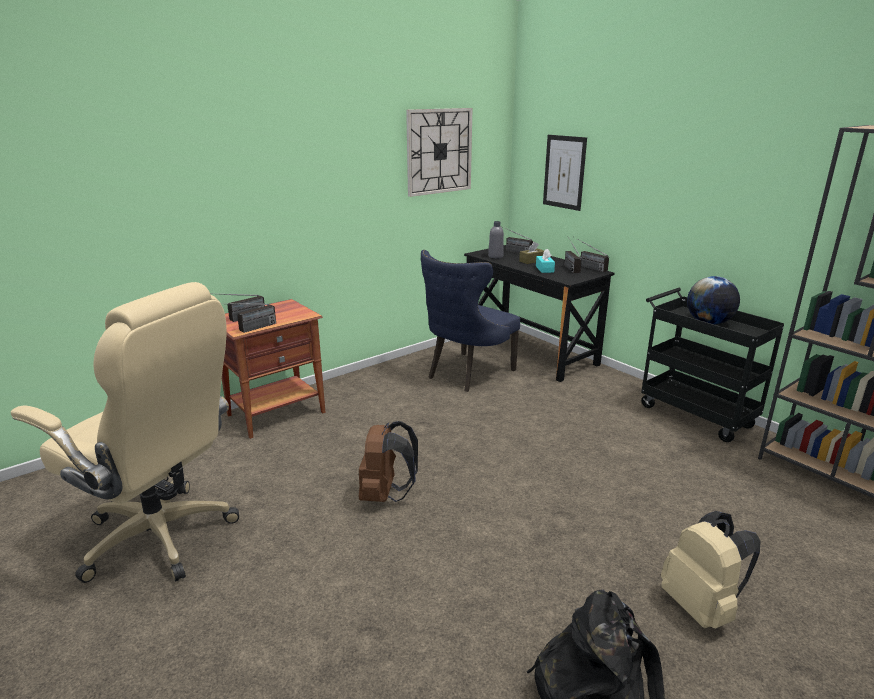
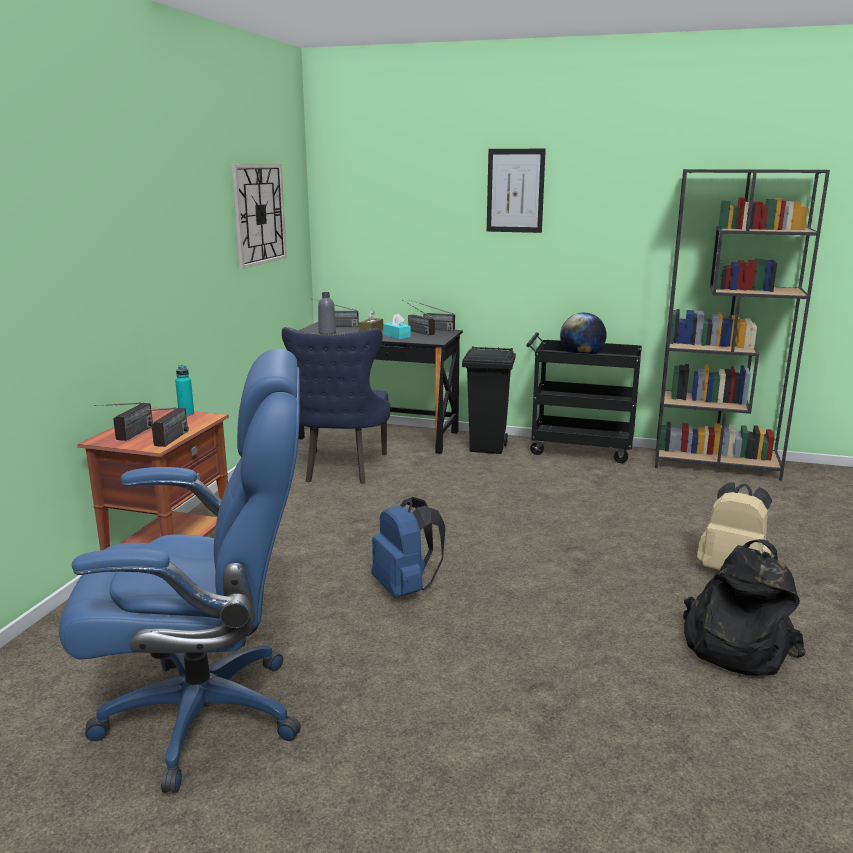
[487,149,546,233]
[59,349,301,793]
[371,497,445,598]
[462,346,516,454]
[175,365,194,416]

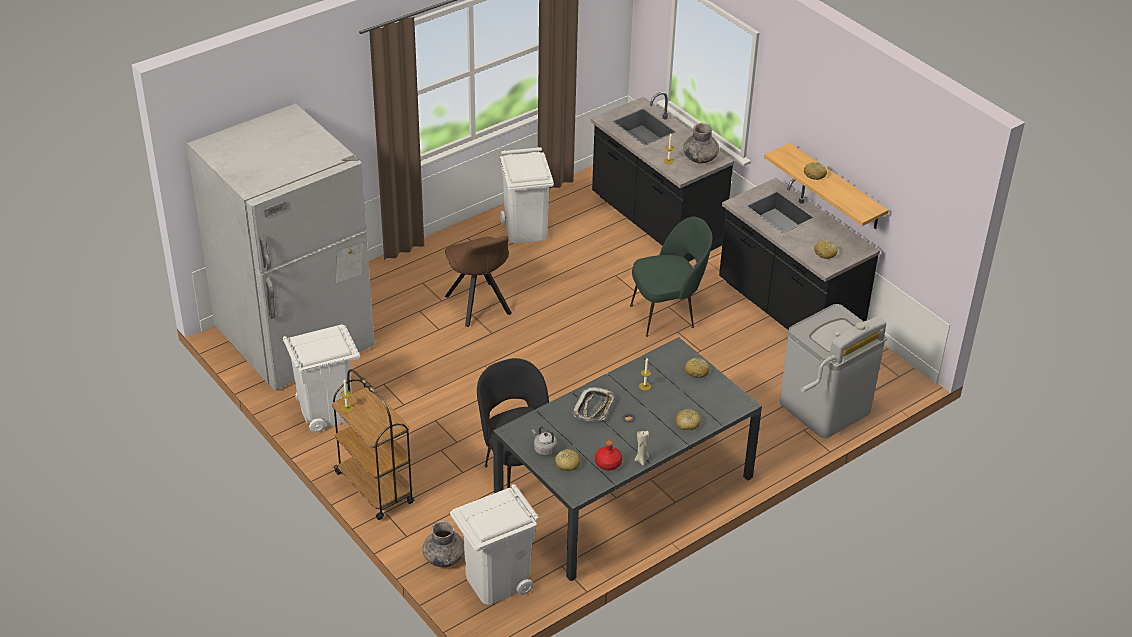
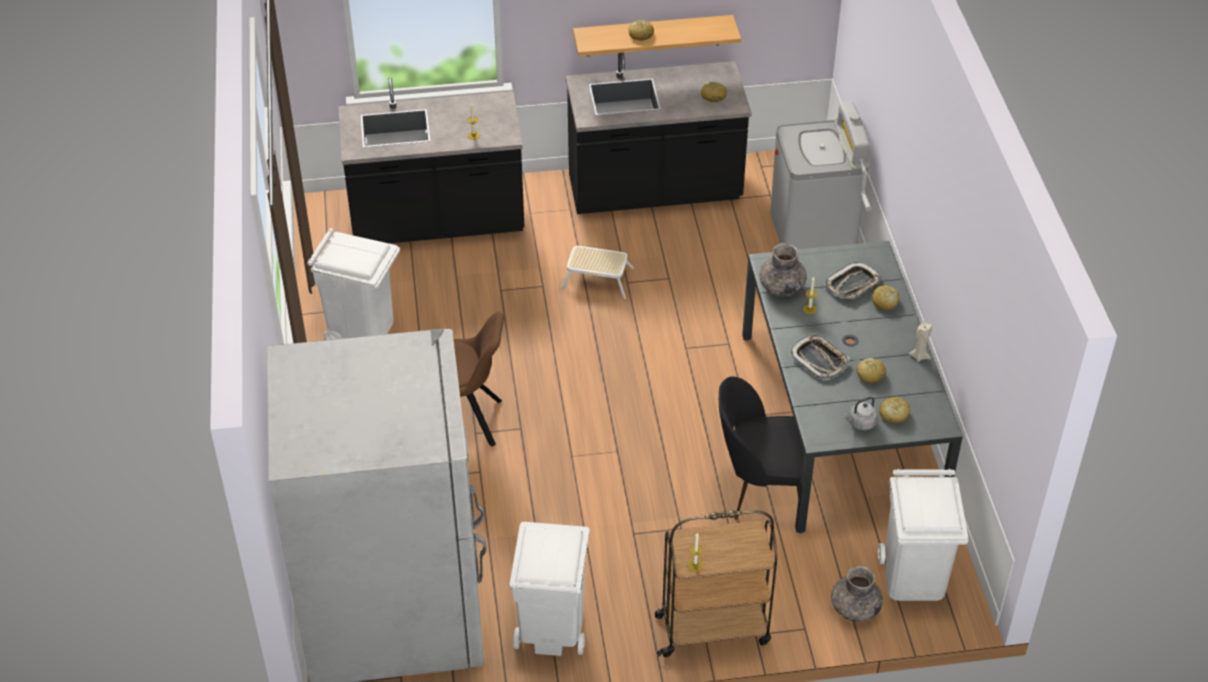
[759,243,807,296]
[560,246,635,299]
[856,358,886,383]
[595,440,622,470] (first image)
[825,262,881,299]

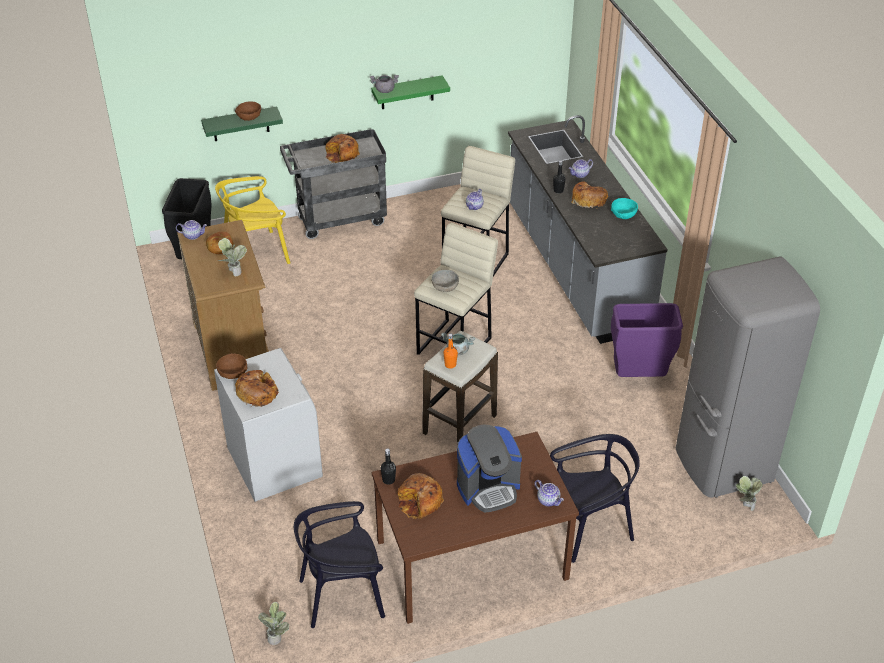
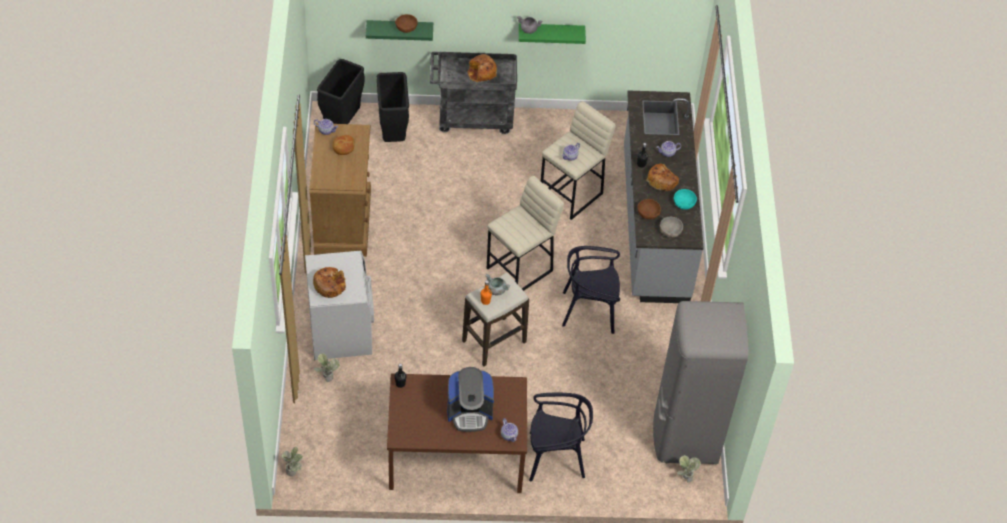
[376,72,409,142]
[314,353,340,382]
[660,217,683,237]
[611,303,683,377] (first image)
[637,199,661,220]
[397,473,444,520] (first image)
[562,246,620,334]

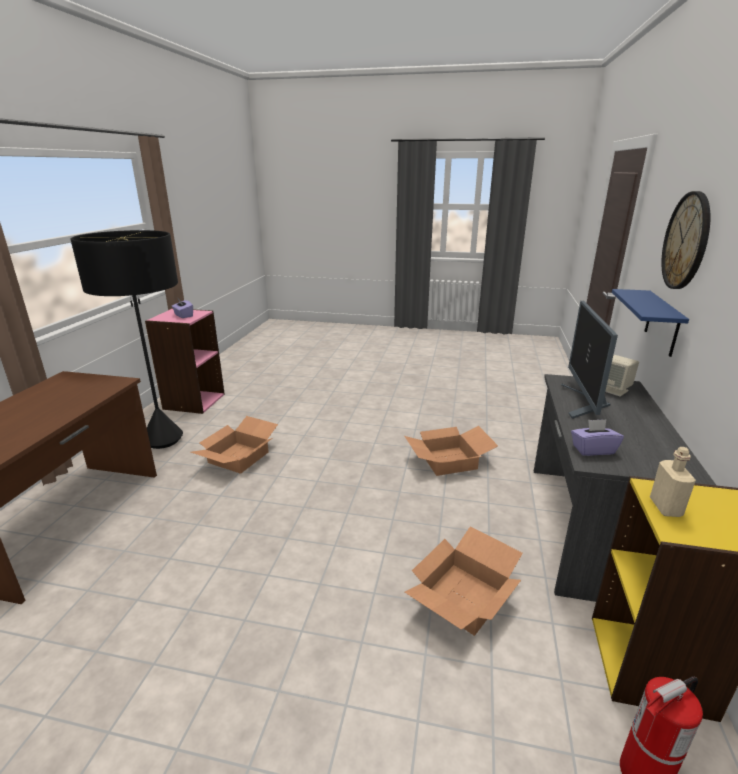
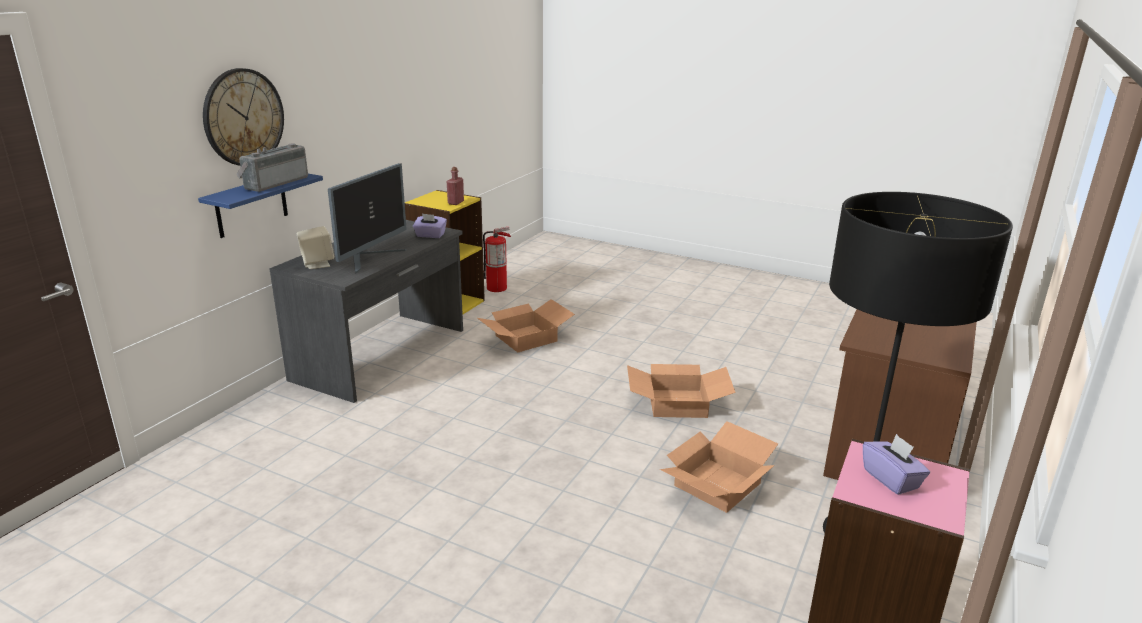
[627,364,736,418]
[447,167,464,205]
[236,143,308,192]

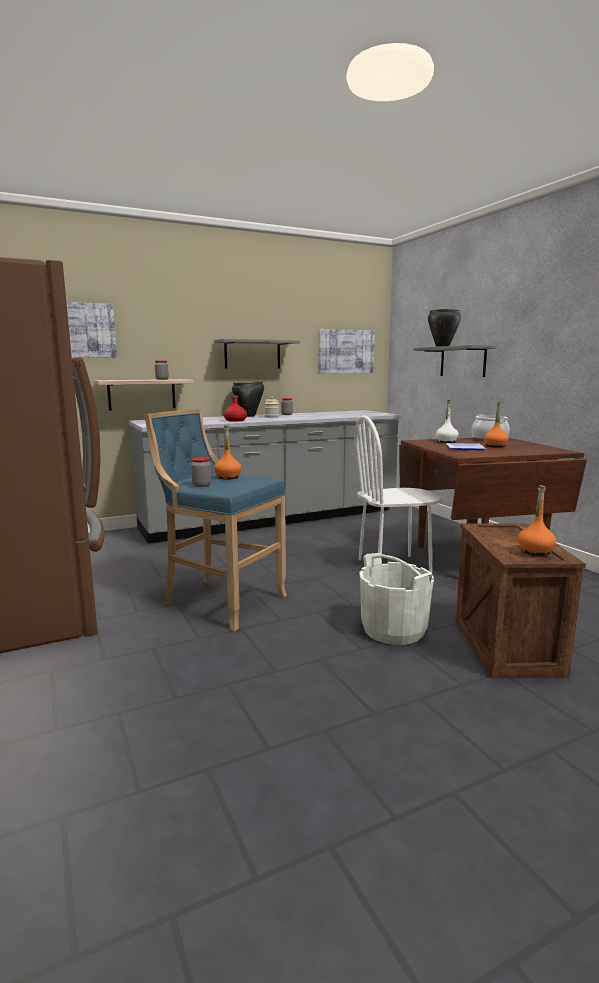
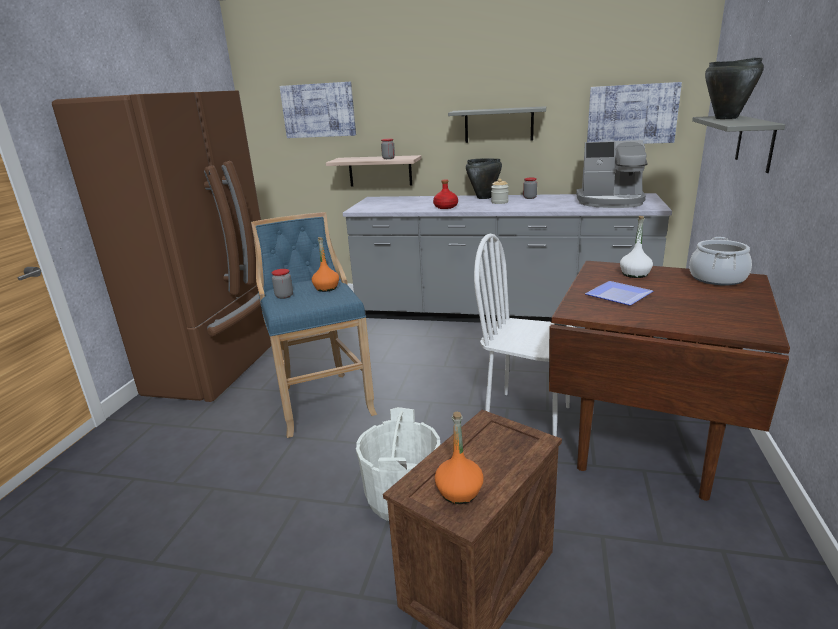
[484,401,509,448] (first image)
[576,140,647,208]

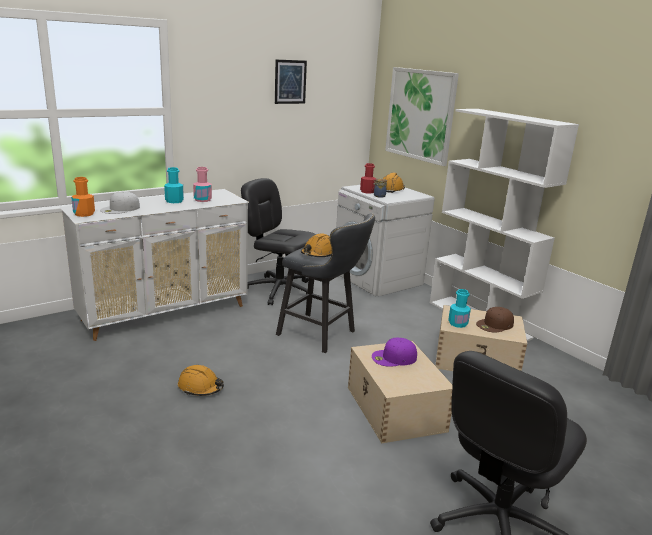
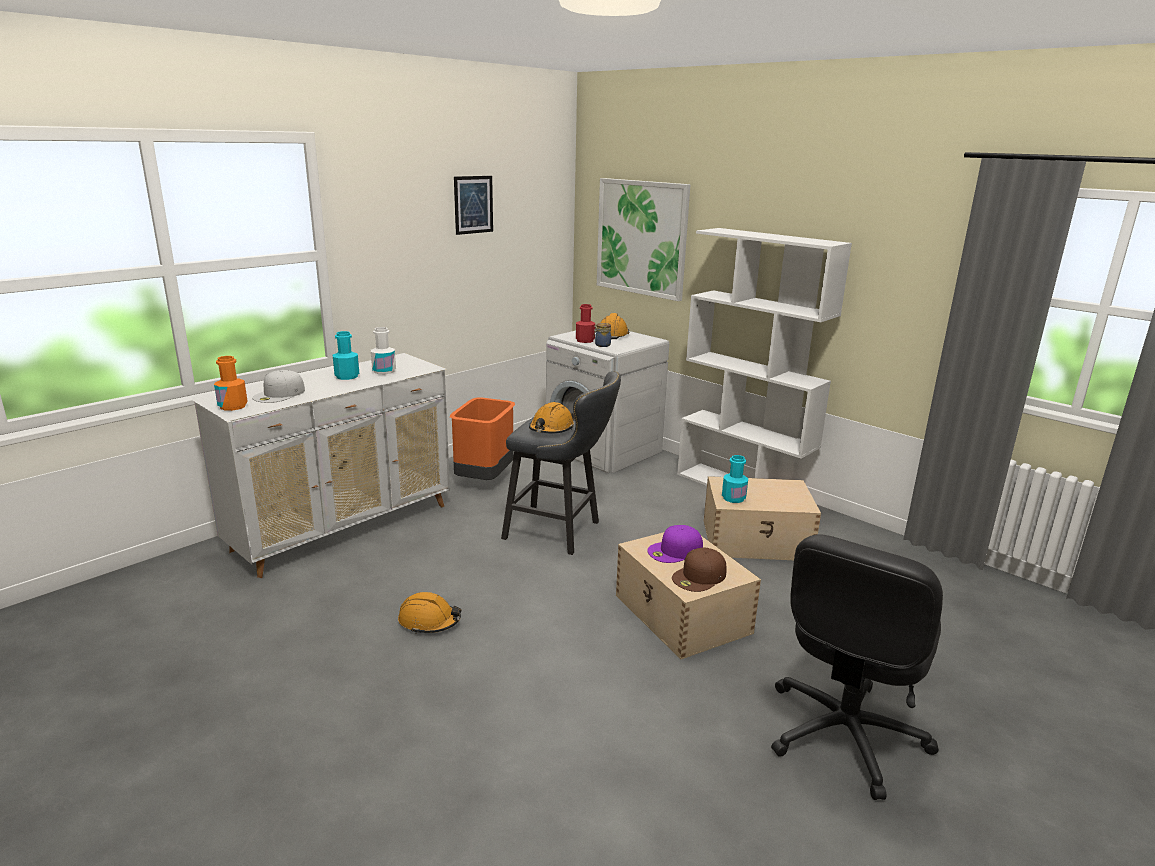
[371,327,396,374]
[450,398,515,480]
[672,548,727,592]

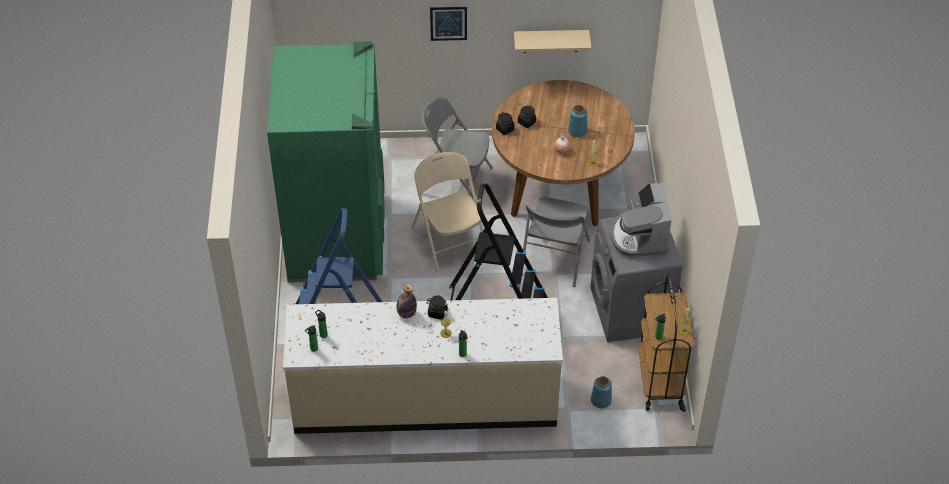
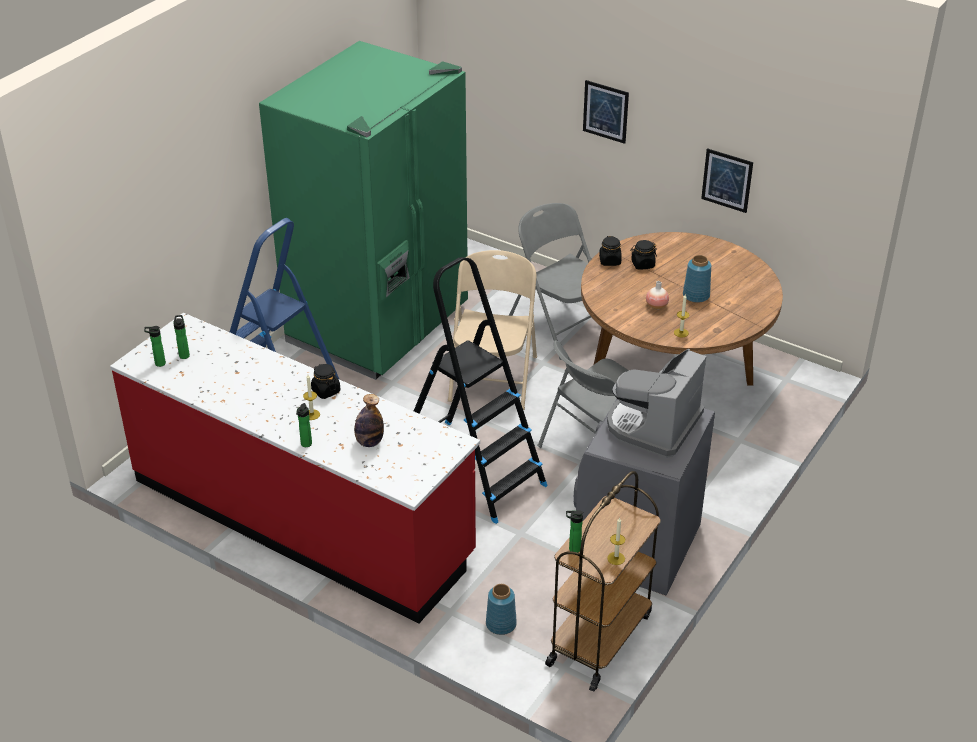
[701,148,753,213]
[354,394,384,447]
[110,313,480,624]

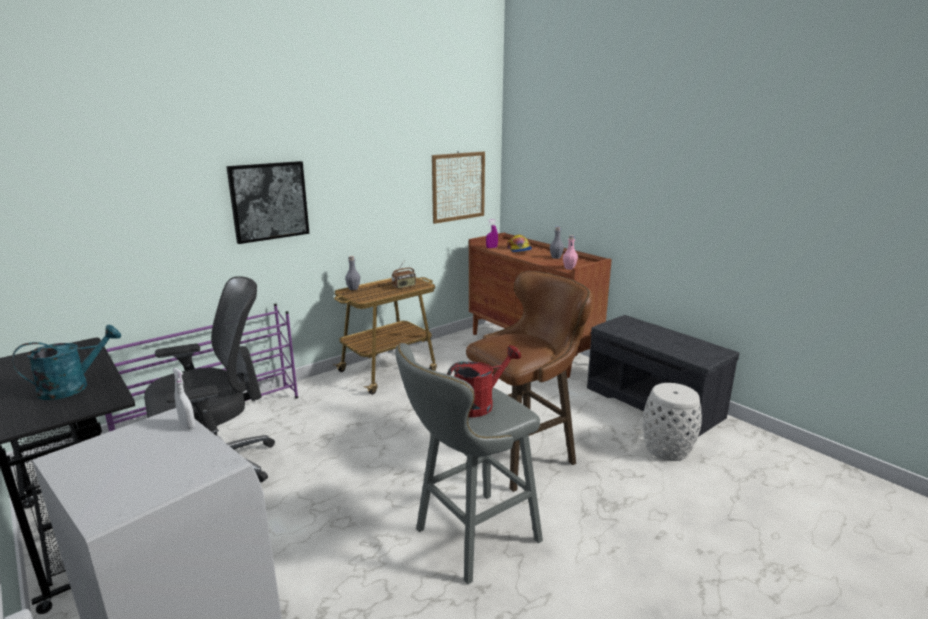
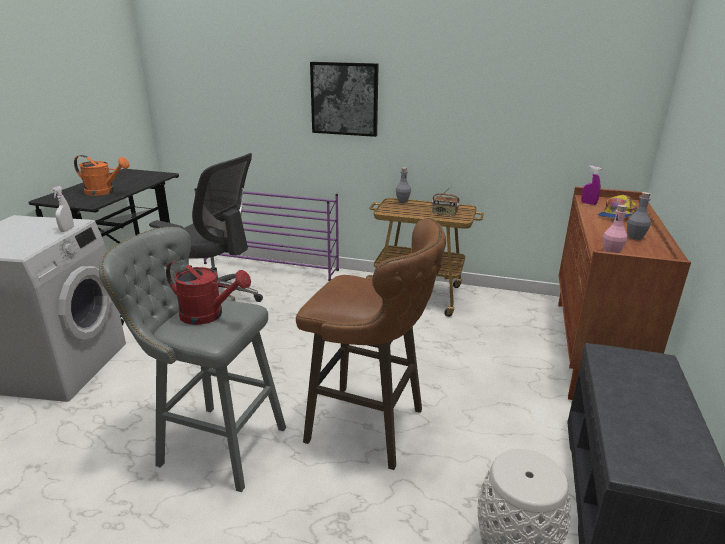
[432,151,485,224] (first image)
[74,155,129,196]

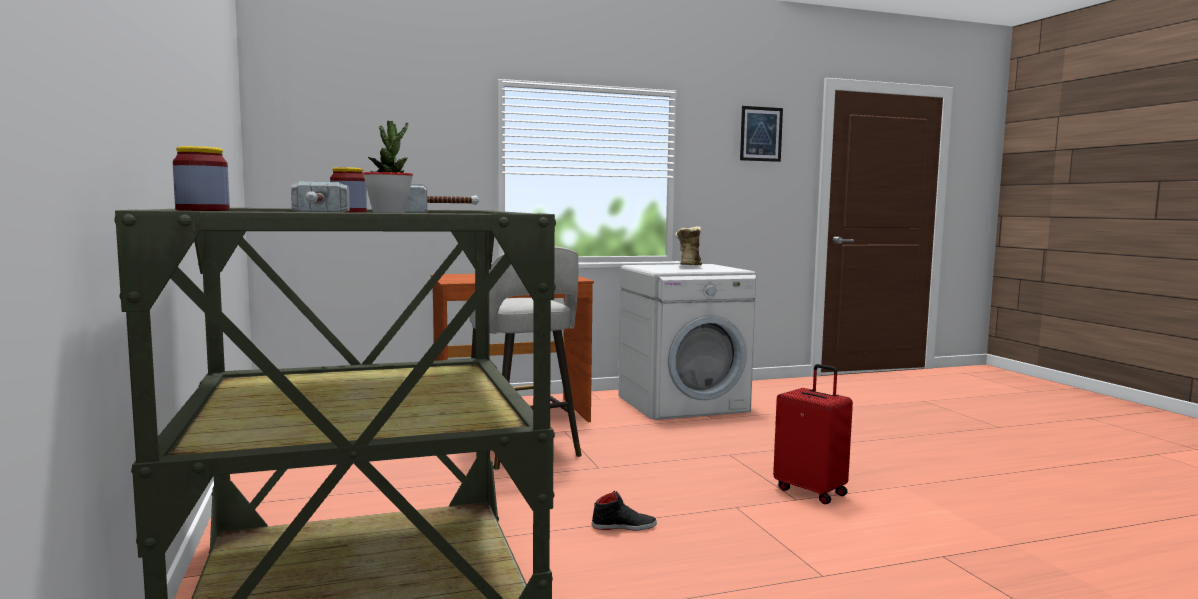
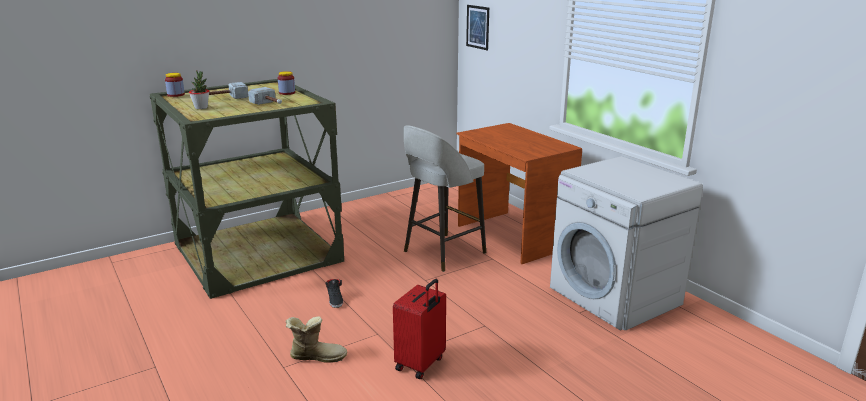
[466,5,489,50]
[286,316,347,363]

